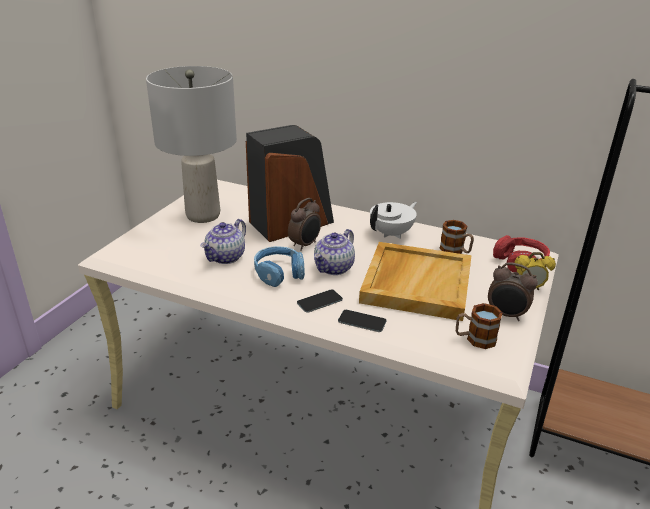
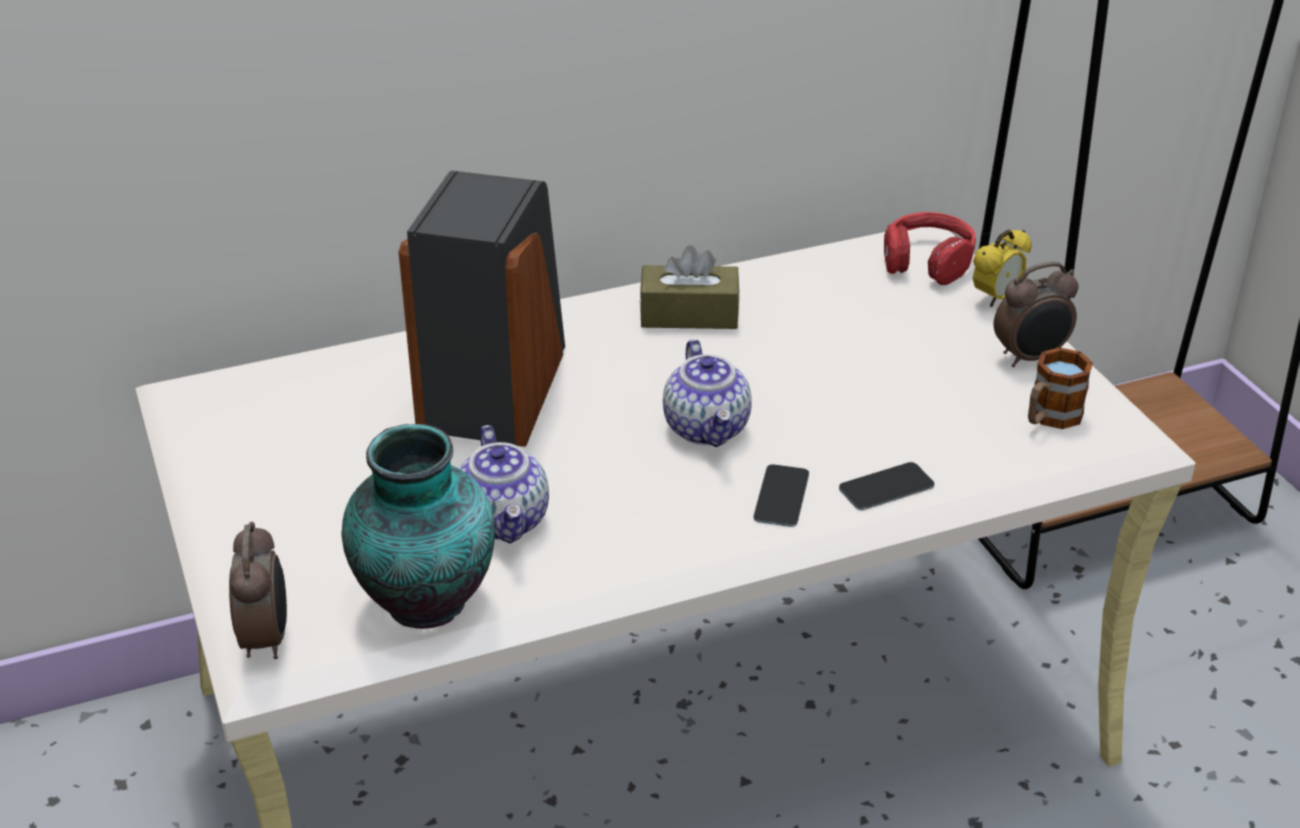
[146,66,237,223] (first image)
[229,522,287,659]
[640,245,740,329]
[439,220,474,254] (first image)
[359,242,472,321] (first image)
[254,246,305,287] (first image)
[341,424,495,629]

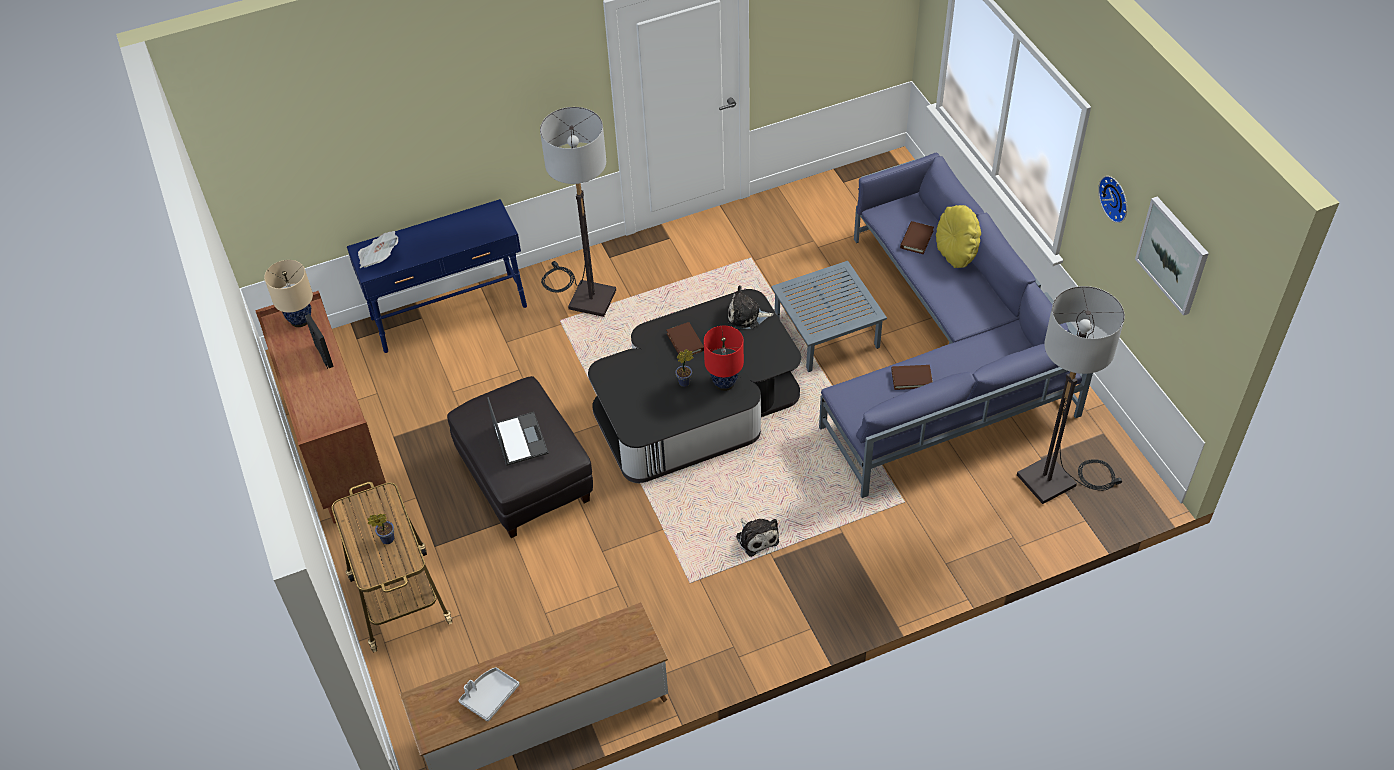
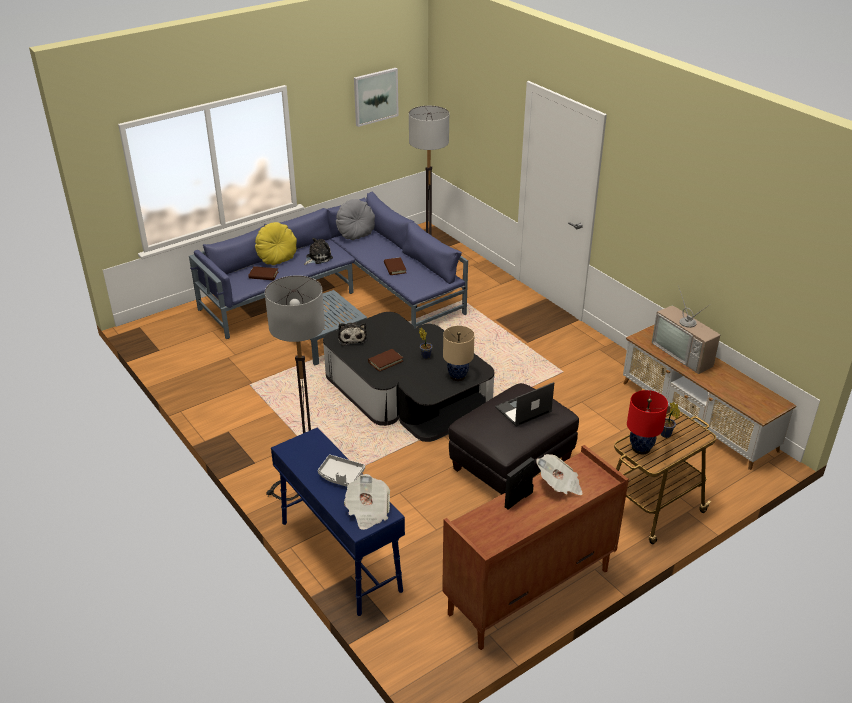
[1098,176,1127,223] (first image)
[443,326,474,381]
[627,390,668,454]
[304,238,333,265]
[318,455,365,487]
[336,199,375,240]
[652,286,720,374]
[536,454,583,495]

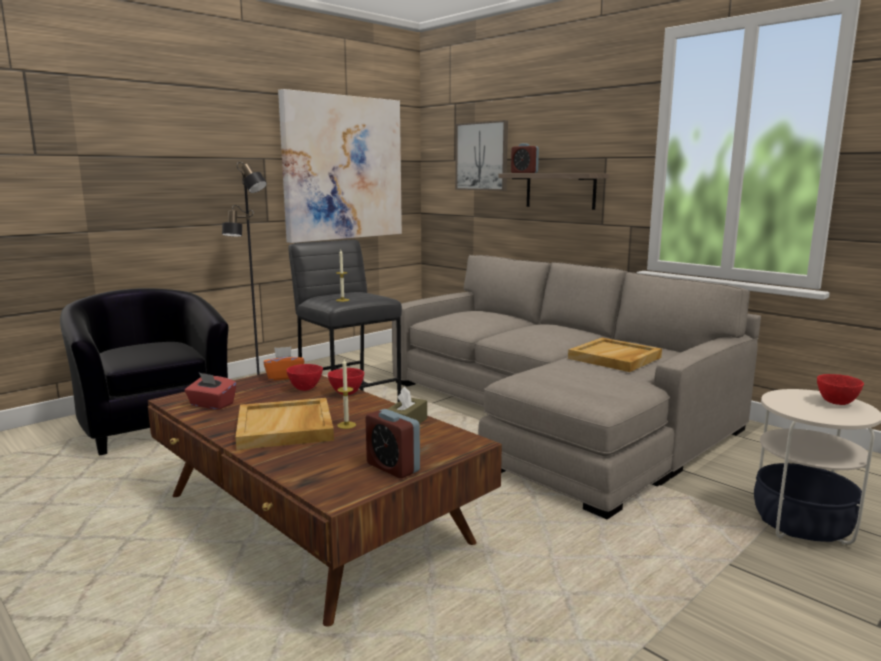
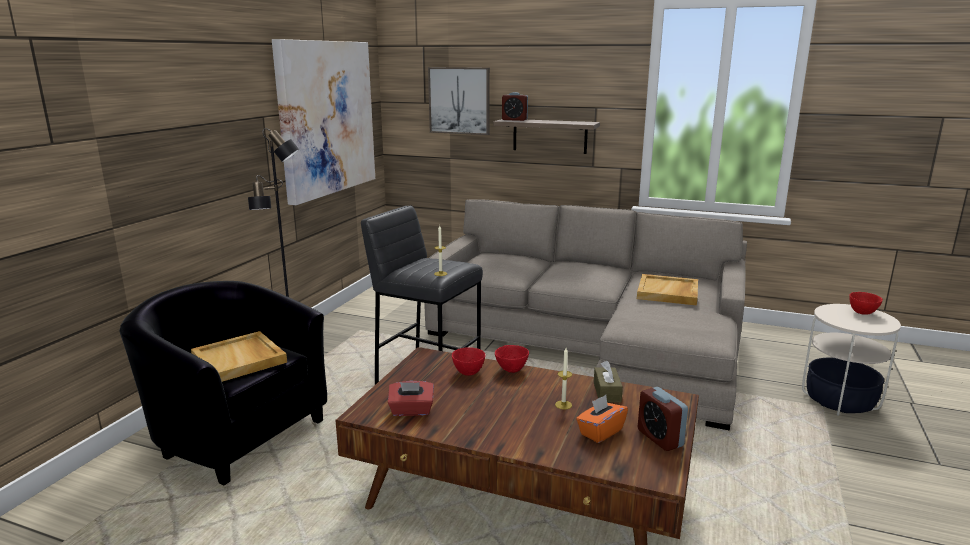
[576,395,628,443]
[191,331,287,382]
[638,387,688,451]

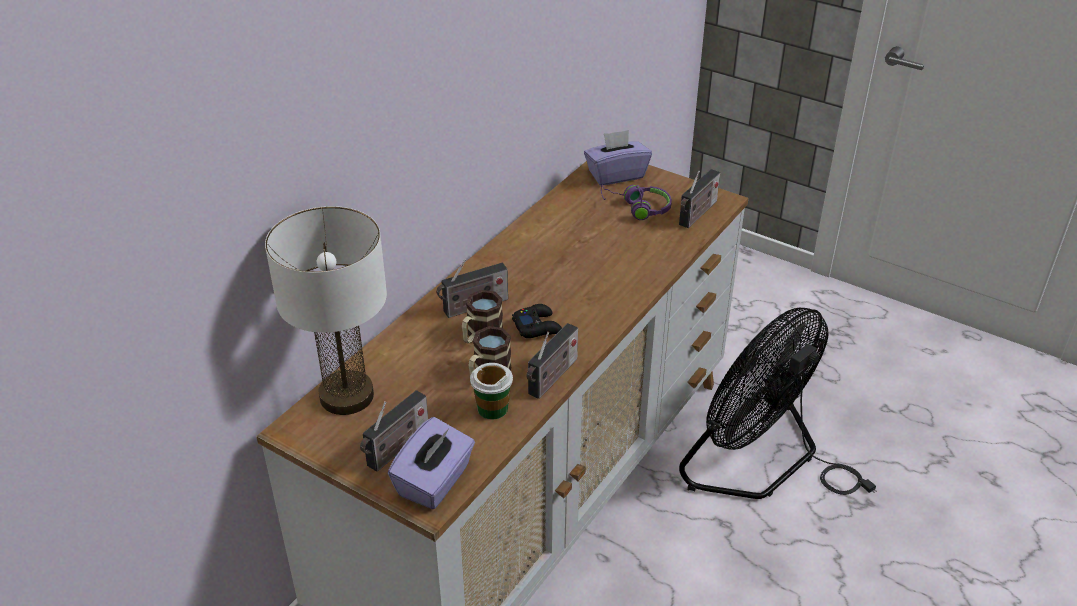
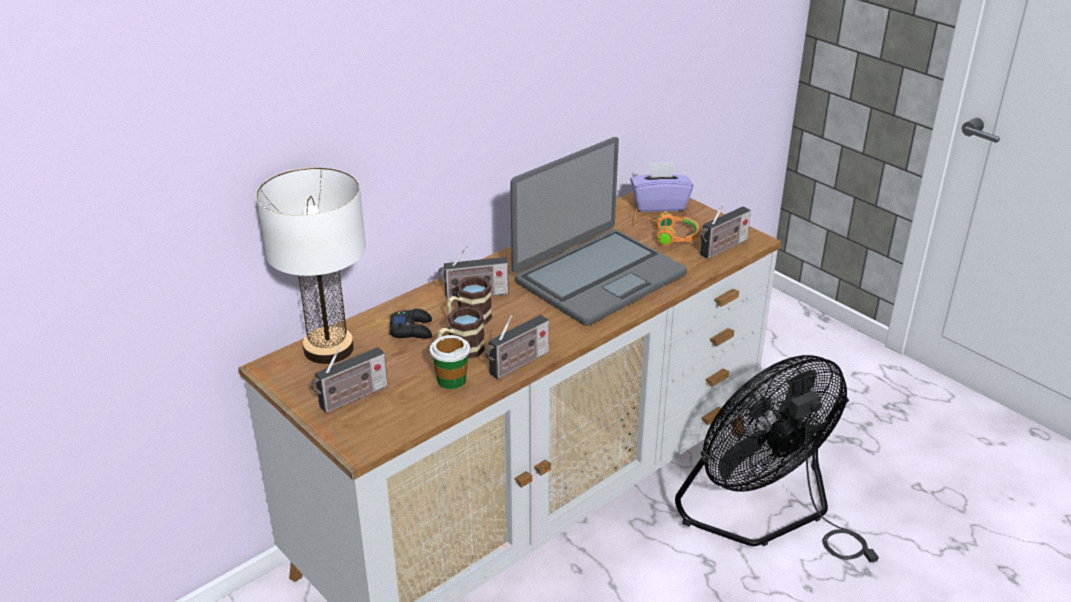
[635,209,700,246]
[389,309,432,338]
[388,417,475,509] (first image)
[510,137,687,326]

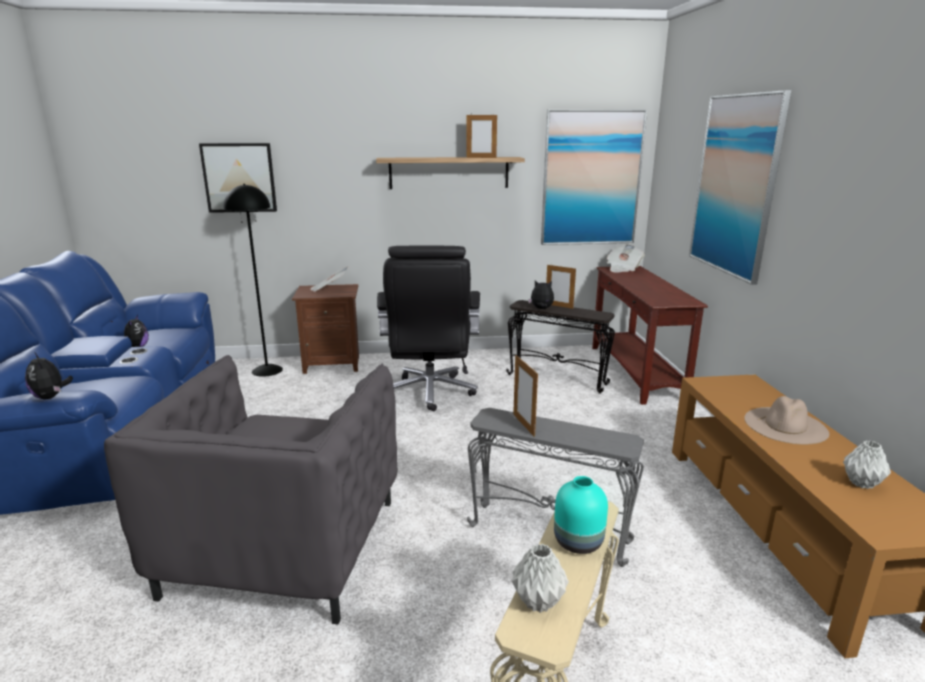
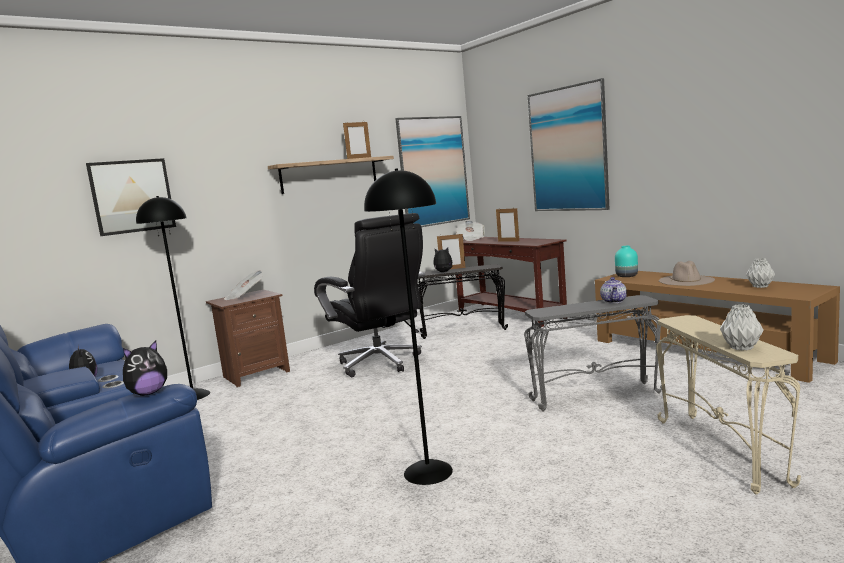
[123,341,167,396]
[364,168,453,485]
[496,208,519,241]
[615,246,638,277]
[600,277,627,303]

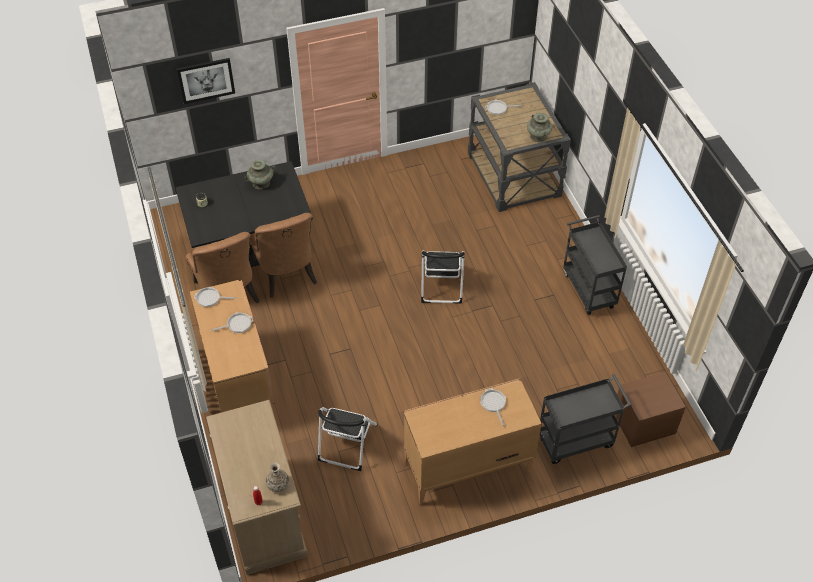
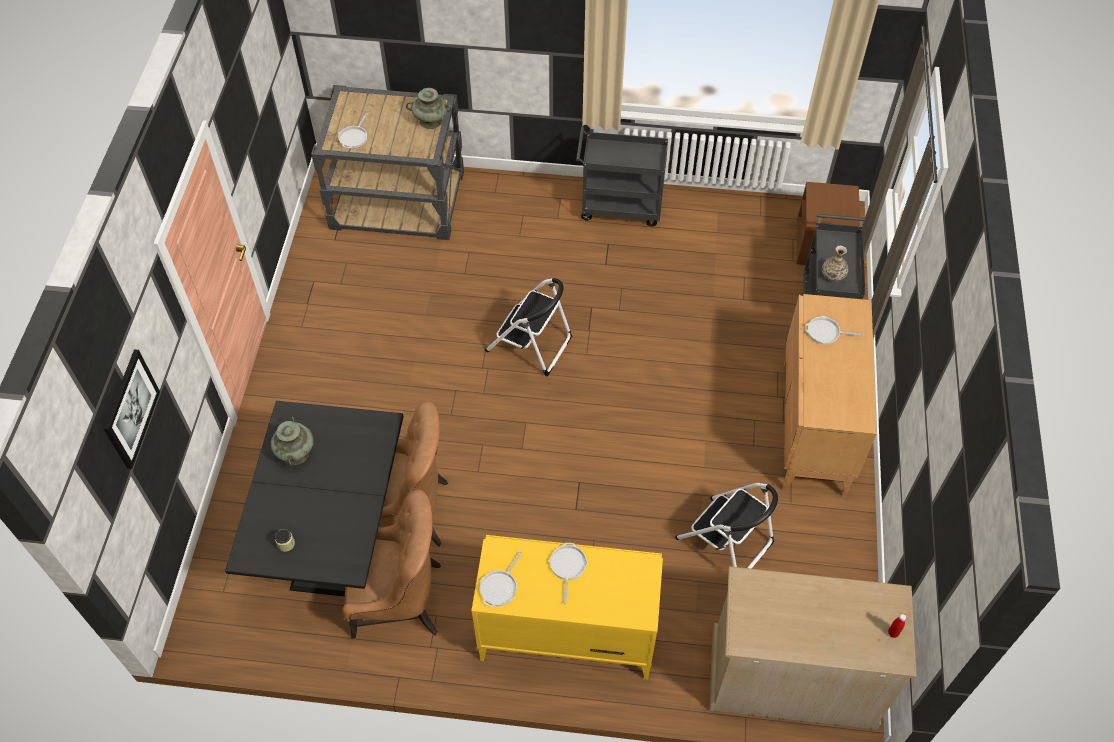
[471,535,663,680]
[822,246,848,282]

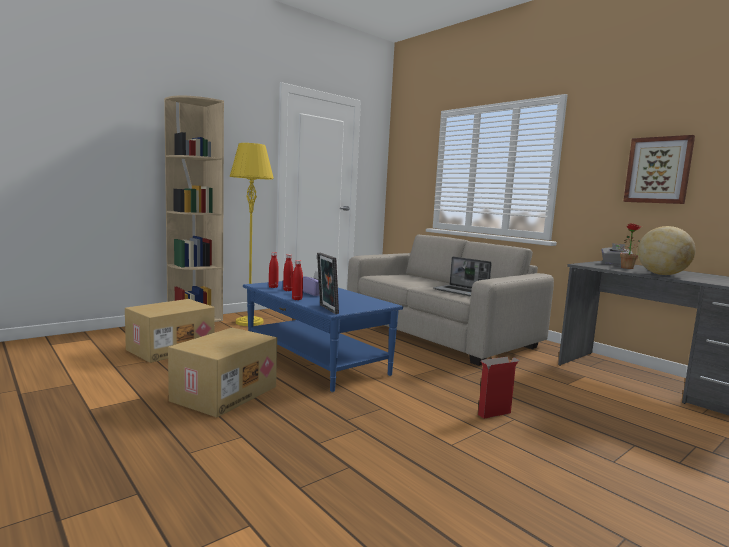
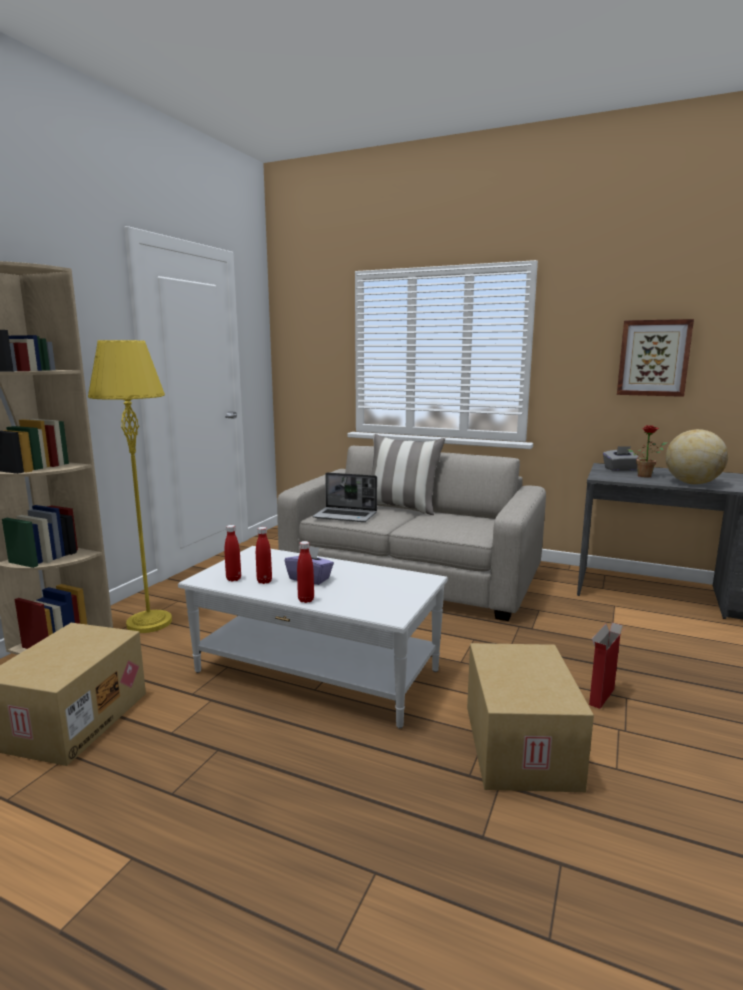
[317,253,339,314] (first image)
[313,472,377,522]
[178,546,448,728]
[467,643,594,792]
[371,434,445,515]

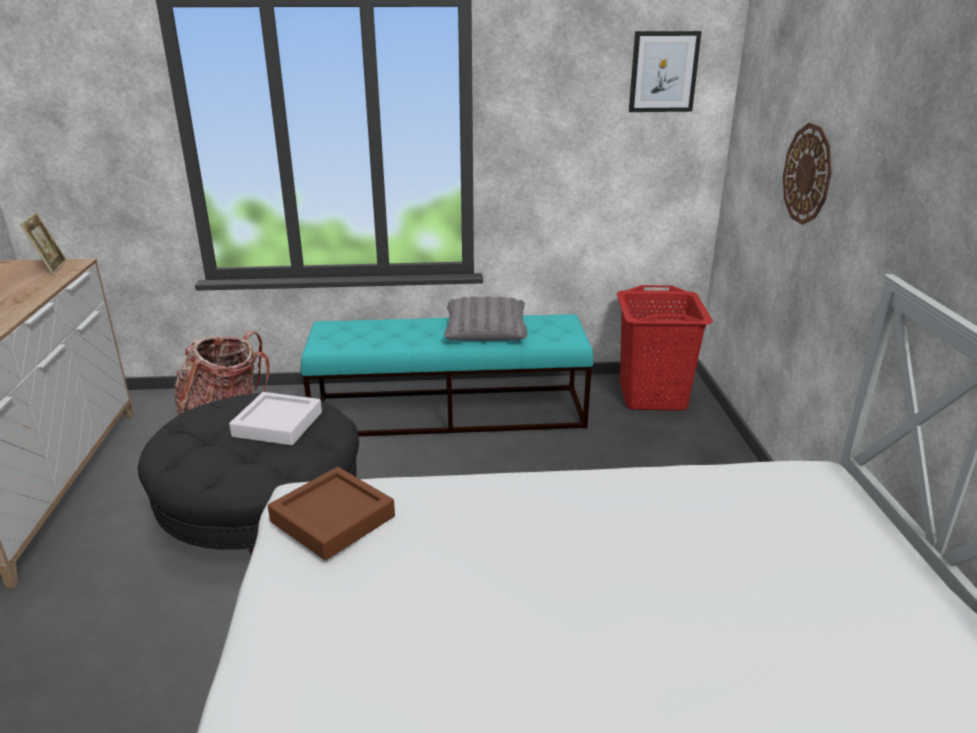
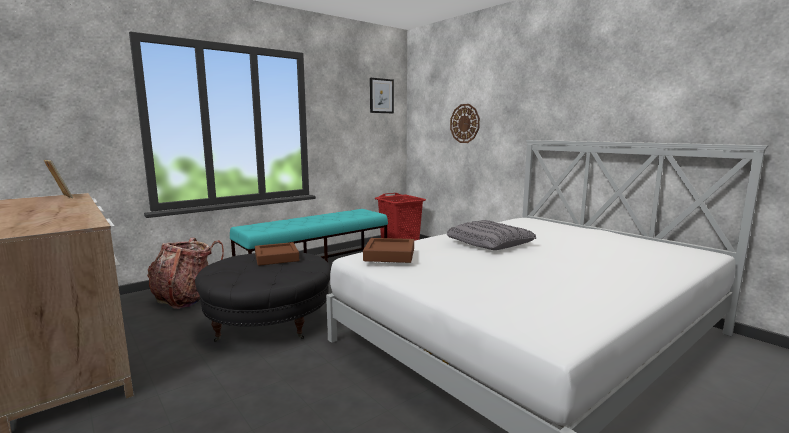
[447,220,537,250]
[255,242,299,266]

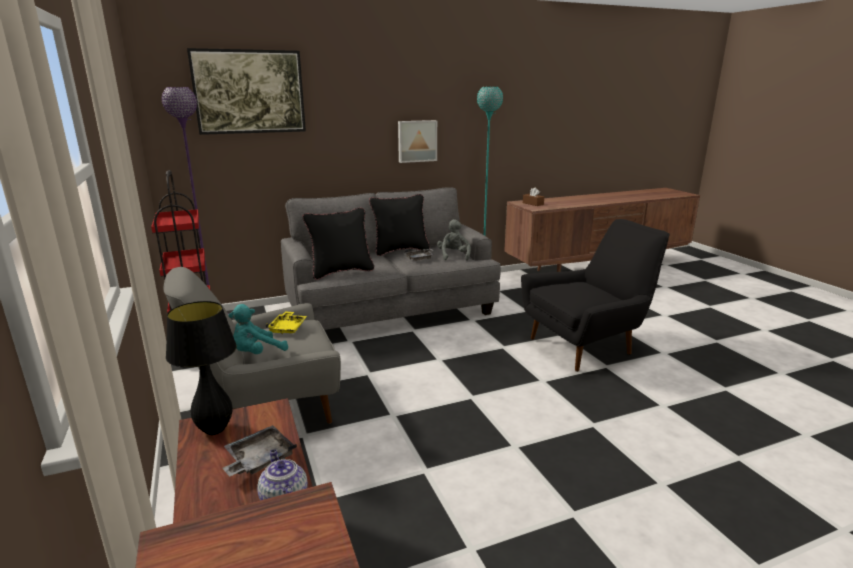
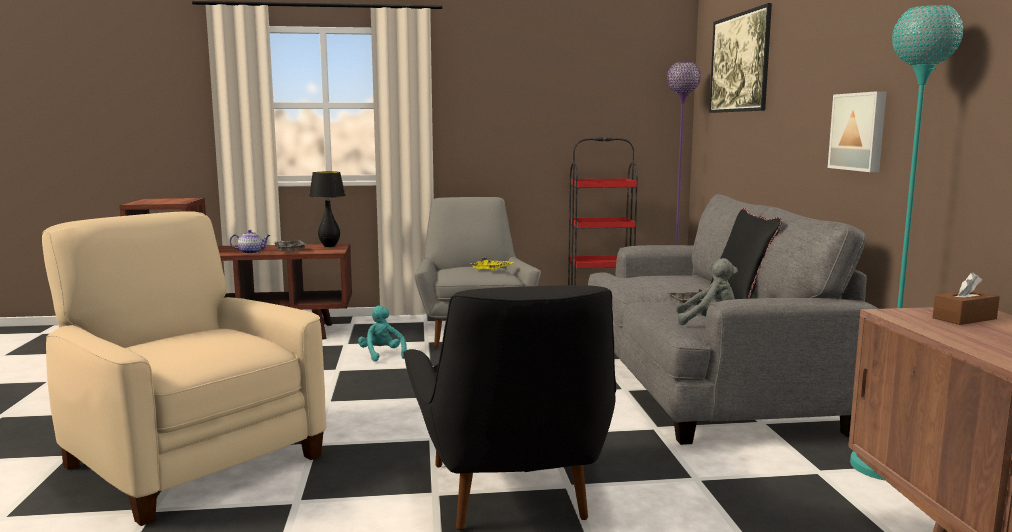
[302,207,374,280] (first image)
[358,306,407,362]
[42,211,327,526]

